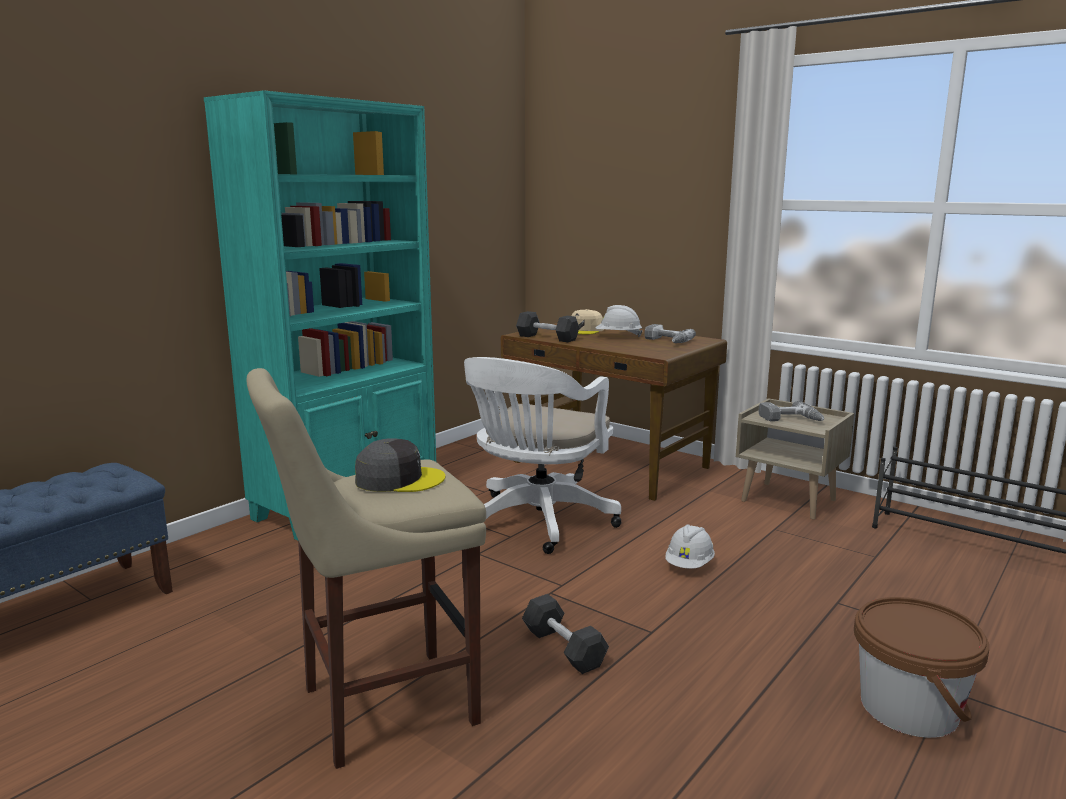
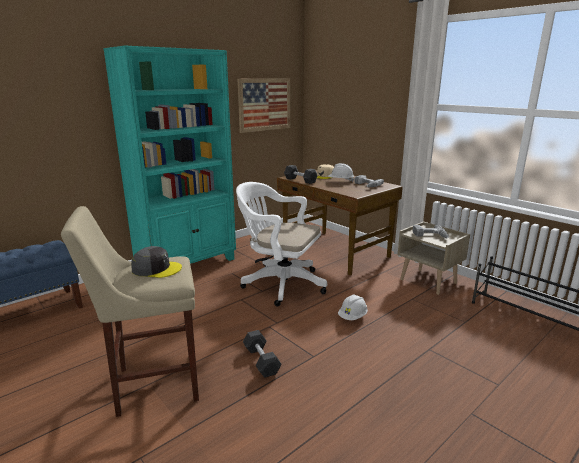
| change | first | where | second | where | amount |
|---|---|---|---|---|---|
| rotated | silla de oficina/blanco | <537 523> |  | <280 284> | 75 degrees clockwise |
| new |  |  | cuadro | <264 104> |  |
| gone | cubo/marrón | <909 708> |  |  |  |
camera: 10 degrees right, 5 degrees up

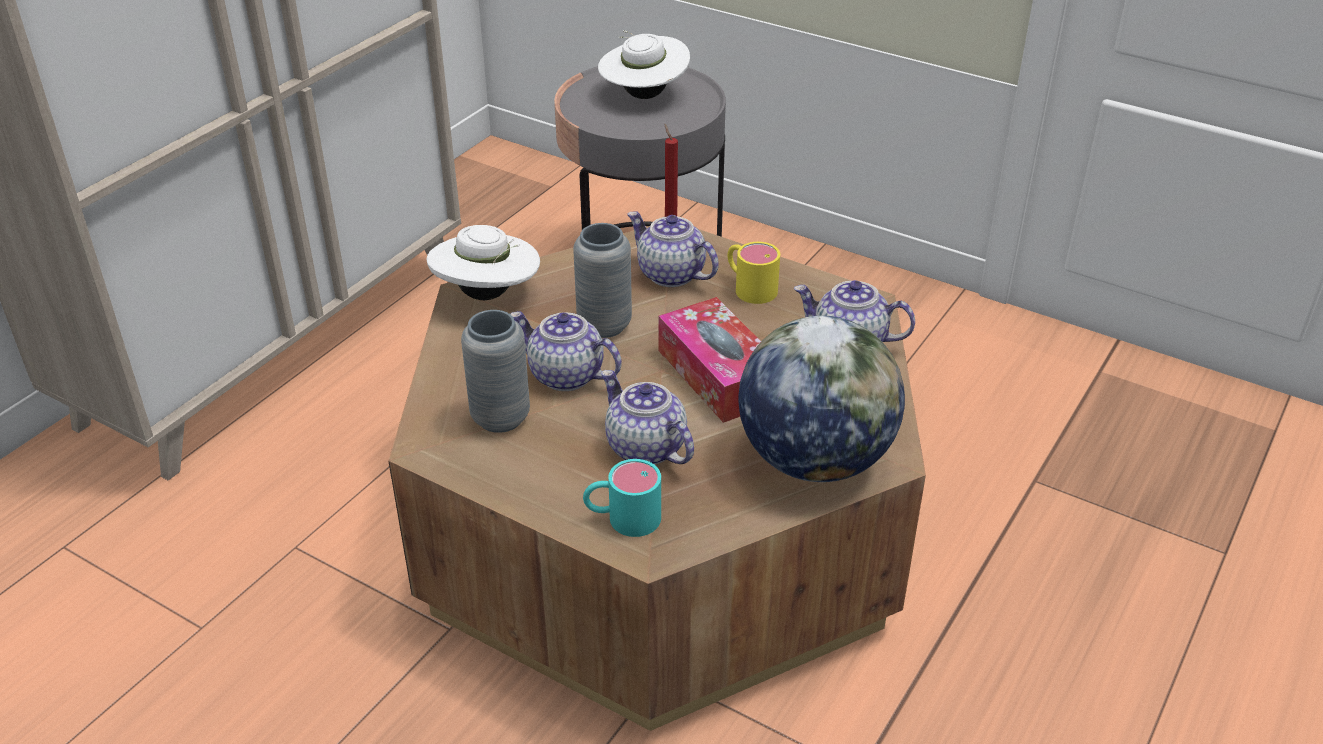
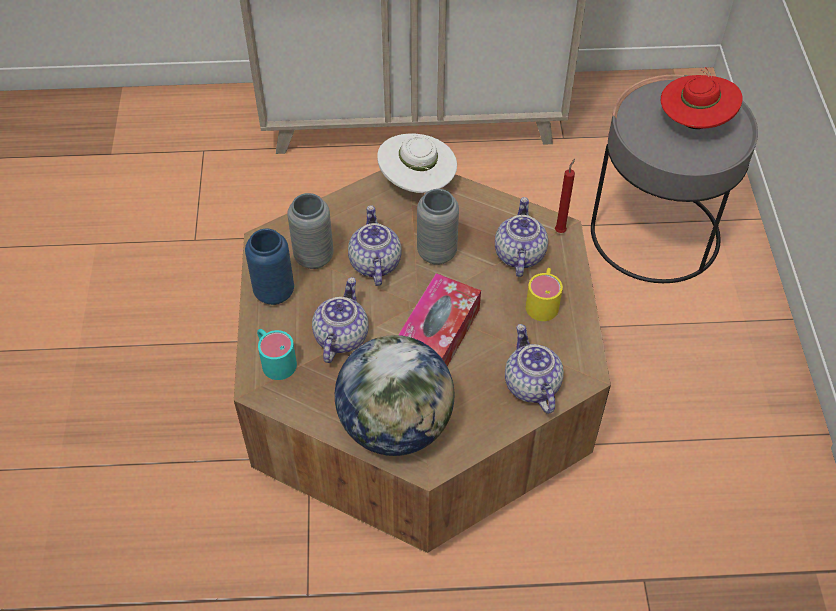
| change | first | where | second | where | amount |
|---|---|---|---|---|---|
| new |  |  | florero/azul | <274 292> |  |
| repainted | sombrero/blanco | <643 95> | sombrero/rojo | <694 122> |  |
camera: 55 degrees right, 15 degrees up

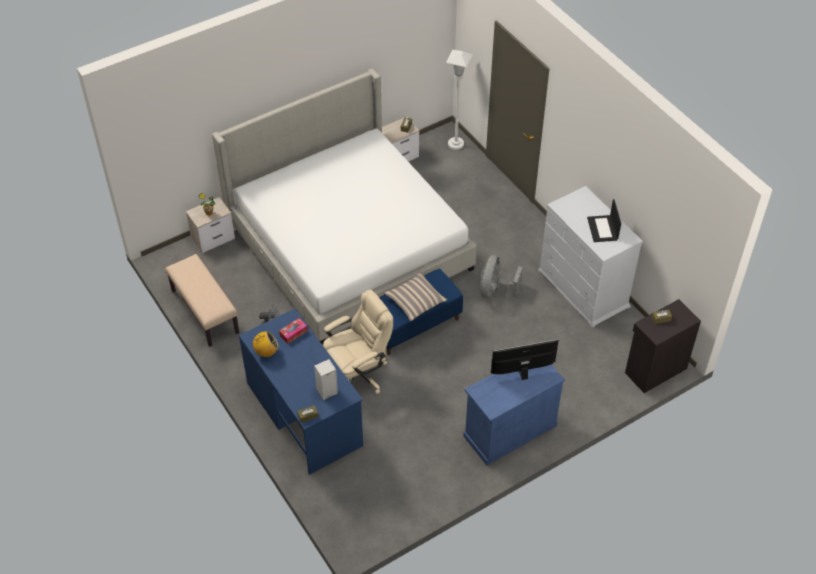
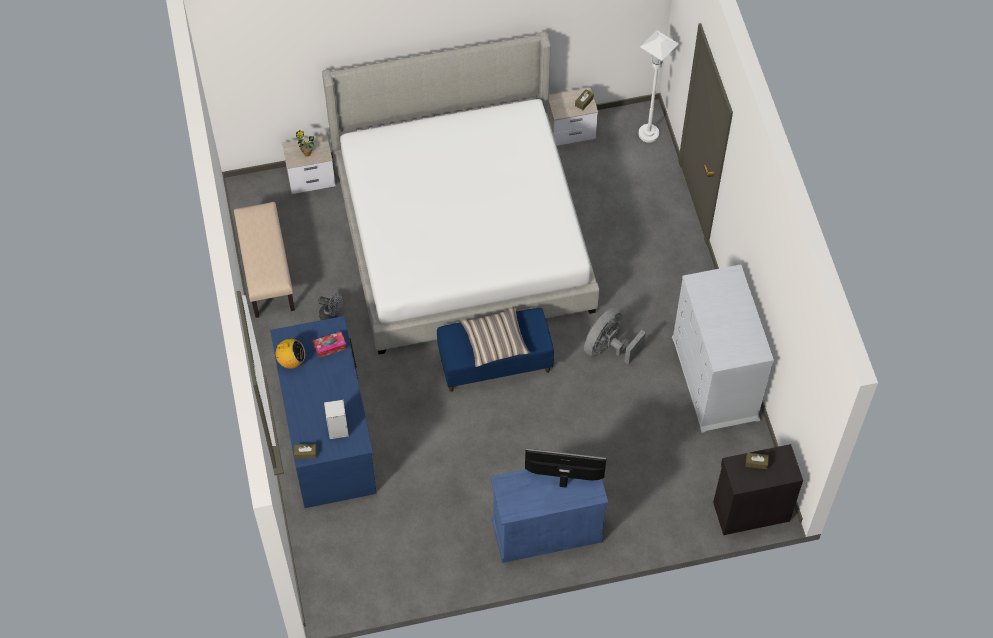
| change | first | where | second | where | amount |
|---|---|---|---|---|---|
| gone | silla de oficina/beis | <358 373> |  |  |  |
| gone | portátil | <603 229> |  |  |  |
camera: 20 degrees right, 10 degrees up

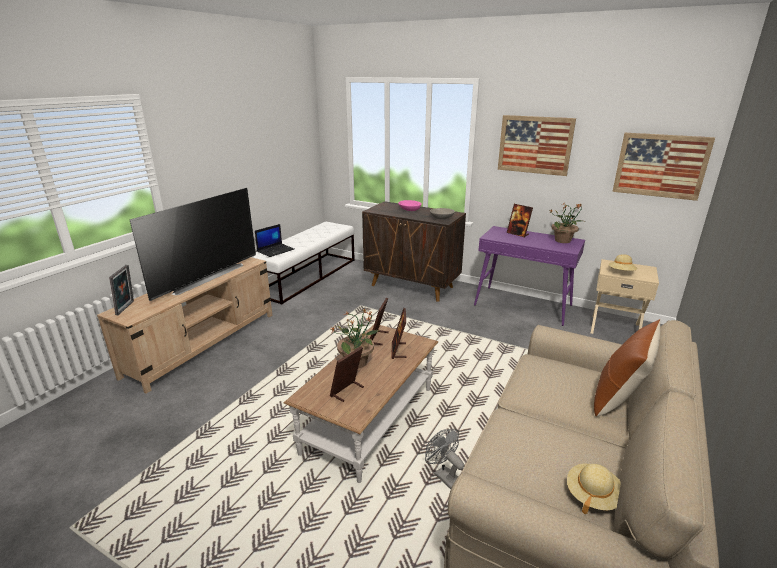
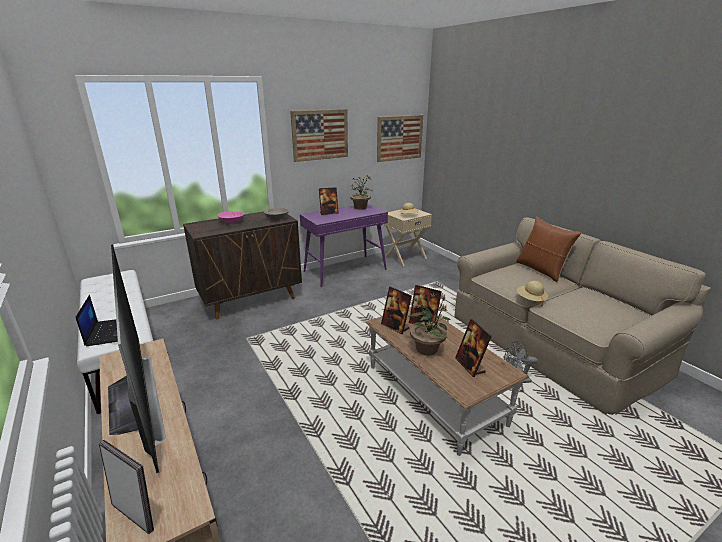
| change | first | where | second | where | amount |
|---|---|---|---|---|---|
| shifted | sombrero/beis | <592 495> |  | <530 299> |  |
camera: 60 degrees left, 0 degrees up

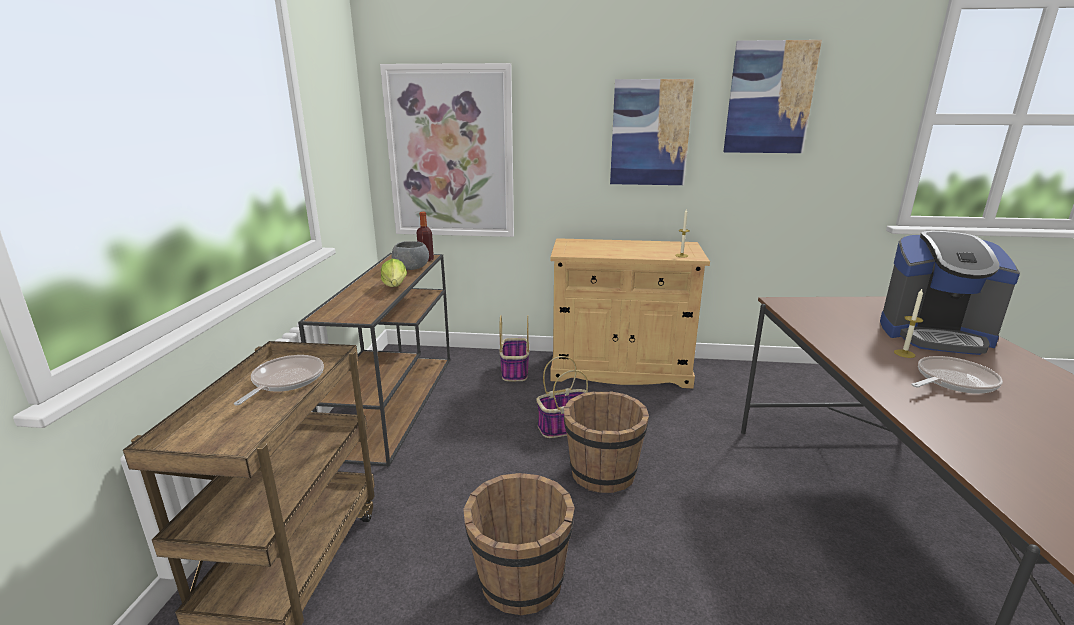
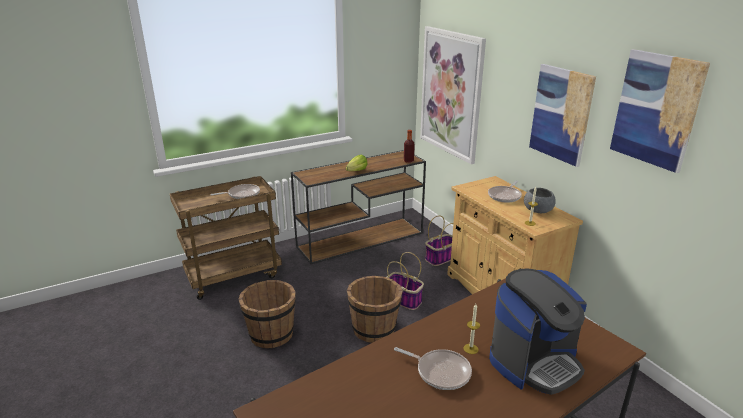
| change | first | where | second | where | amount |
|---|---|---|---|---|---|
| new |  |  | sartén | <505 196> |  |
| rotated | cafetera | <934 335> |  | <534 362> | 105 degrees counterclockwise |
| shifted | cuenco/gris | <411 268> |  | <538 211> |  |
camera: 55 degrees right, 5 degrees up

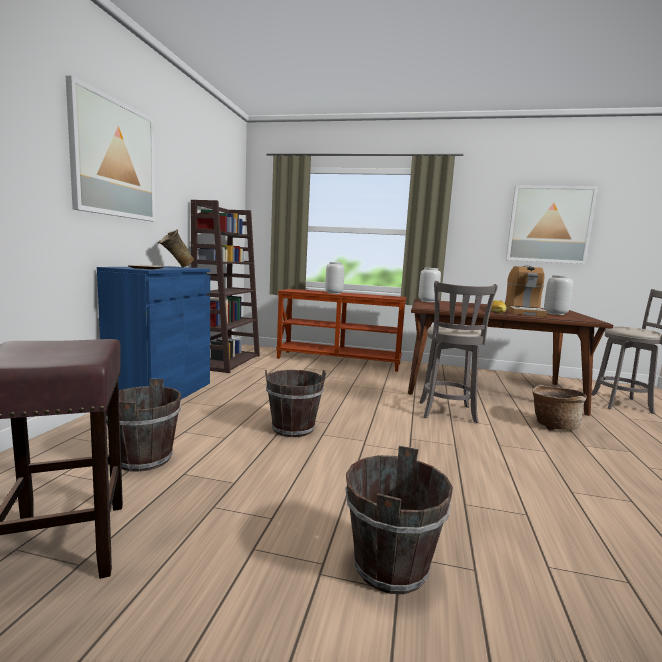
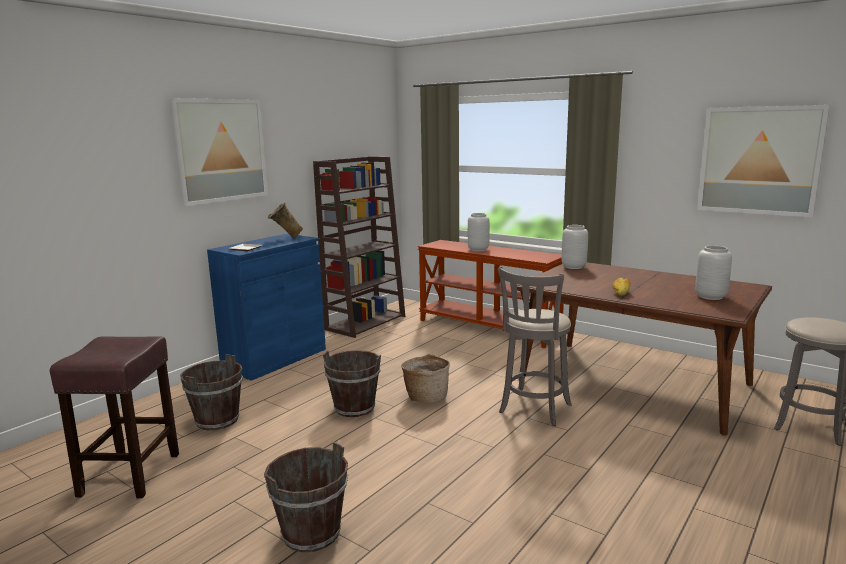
| change | first | where | second | where | amount |
|---|---|---|---|---|---|
| shifted | cesta | <553 425> |  | <426 397> |  |
| gone | cafetera | <523 312> |  |  |  |
camera: 25 degrees right, 5 degrees up

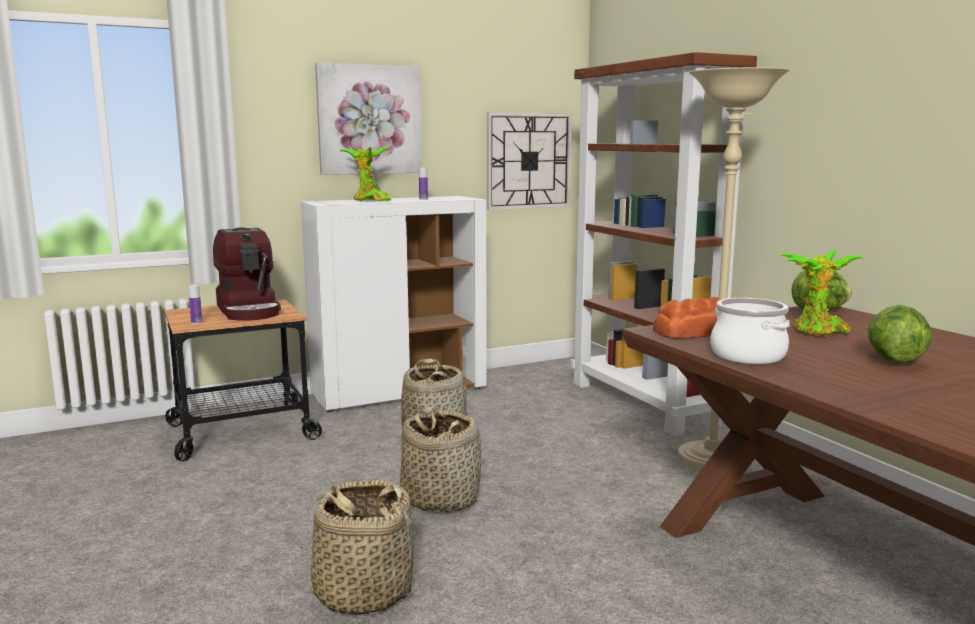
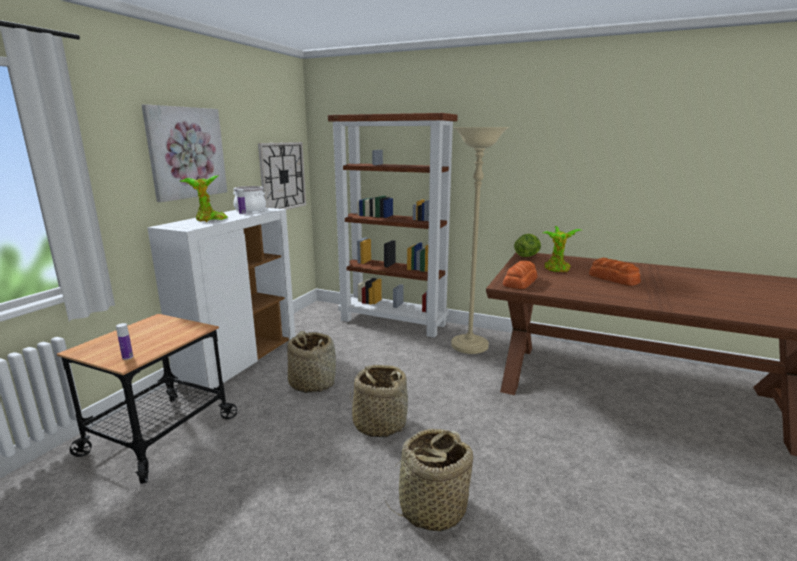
| change | first | where | second | where | amount |
|---|---|---|---|---|---|
| shifted | olla | <748 355> |  | <250 209> |  |
| swapped | lechuga | <893 360> | pan | <614 279> |  |
| gone | cafetera | <249 310> |  |  |  |
camera: 40 degrees left, 5 degrees up

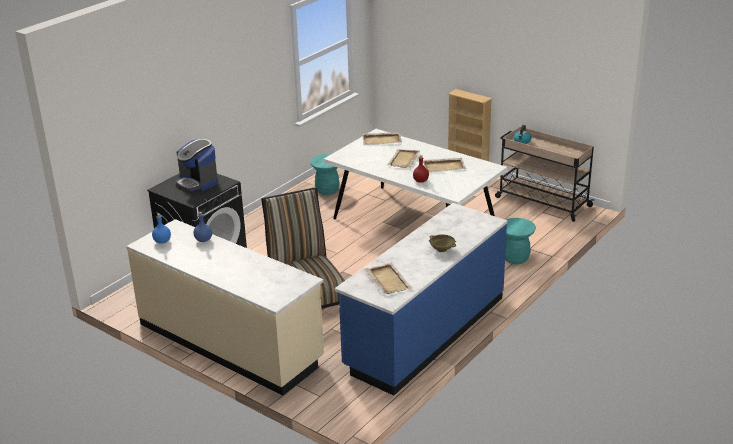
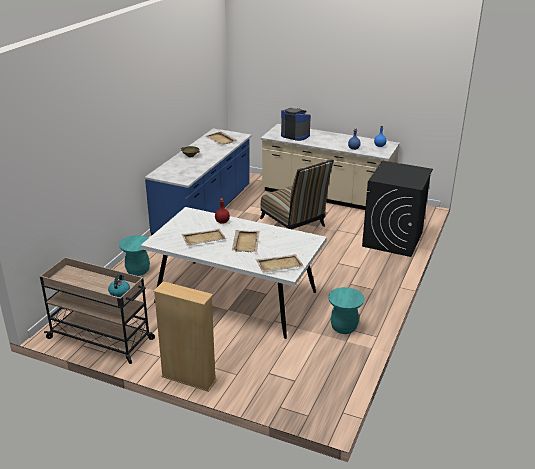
| change | first | where | second | where | amount |
|---|---|---|---|---|---|
| shifted | cafetera | <197 182> |  | <295 135> |  |
camera: 165 degrees right, 0 degrees up

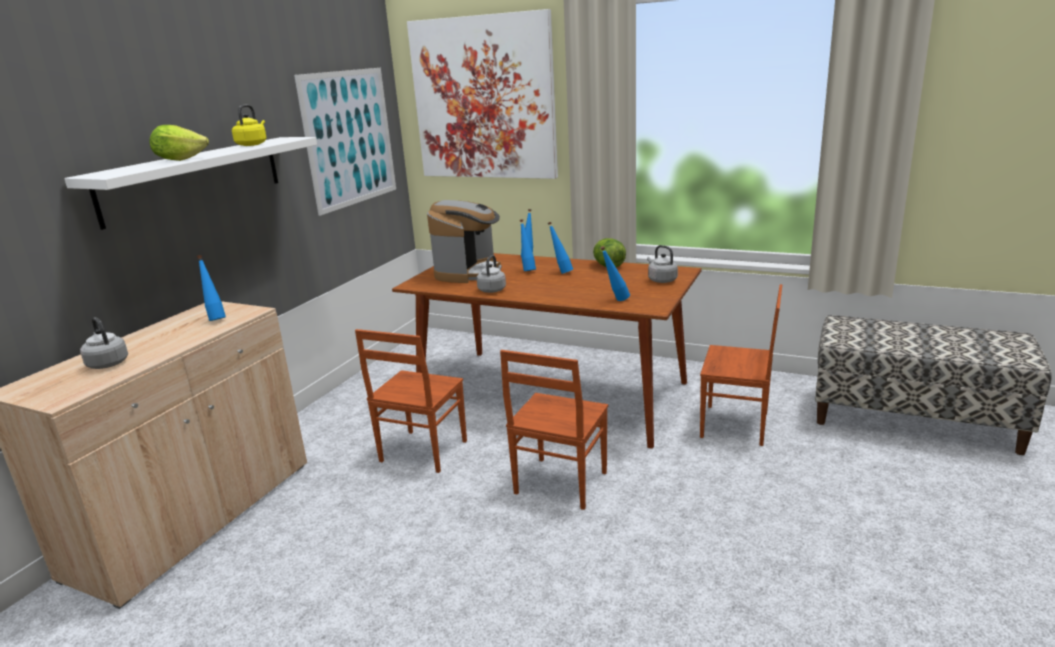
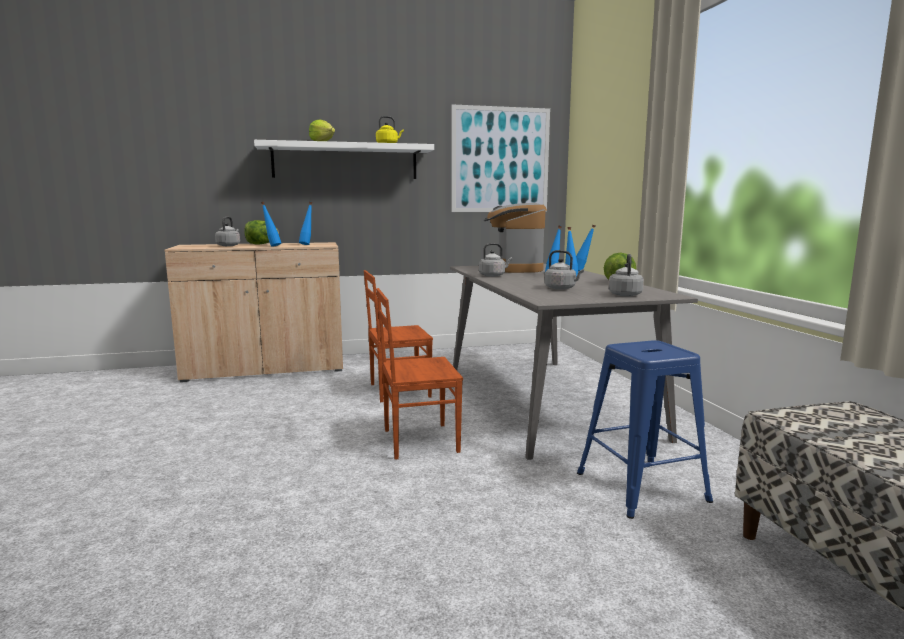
| change | first | where | second | where | amount |
|---|---|---|---|---|---|
| new |  |  | lechuga | <261 244> |  |
| shifted | botella/azul | <615 300> |  | <272 246> |  |
| repainted | mesa de comedor/marrón | <554 394> | mesa de comedor/gris | <546 401> |  |
| rotated | cafetera | <468 272> |  | <515 269> | 105 degrees clockwise |
| new |  |  | hervidor/gris | <561 288> |  |
| swapped | silla/marrón | <735 425> | taburete/azul | <641 487> |  |
| gone | cuadro | <484 99> |  |  |  |
camera: 50 degrees right, 10 degrees down

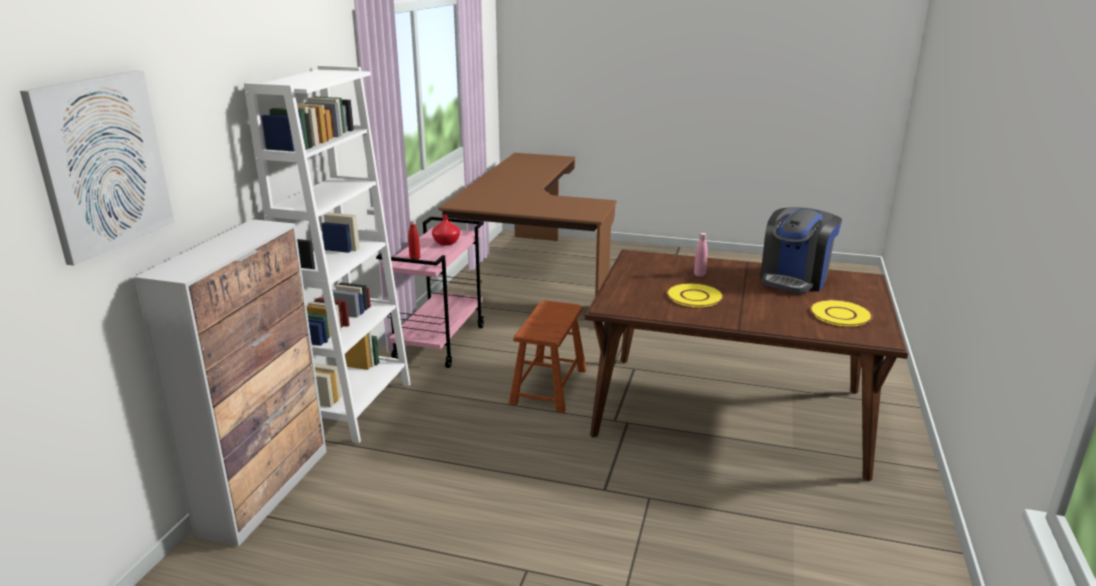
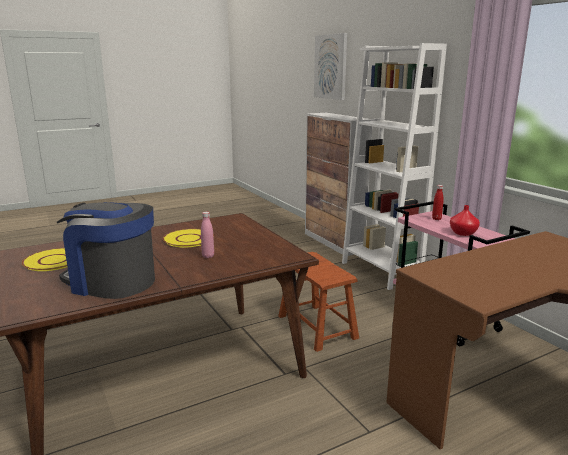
| change | first | where | second | where | amount |
|---|---|---|---|---|---|
| rotated | cafetera | <794 279> |  | <111 282> | 60 degrees counterclockwise |
camera: 135 degrees right, 5 degrees down

